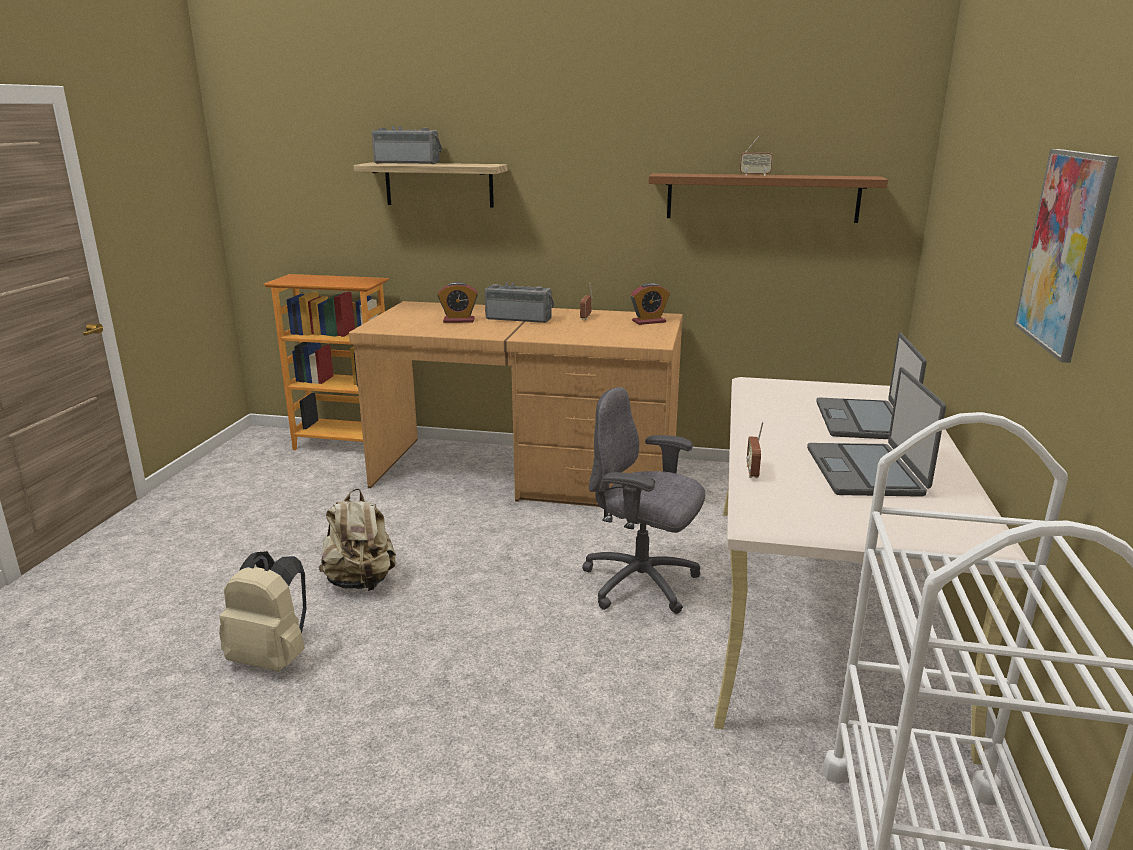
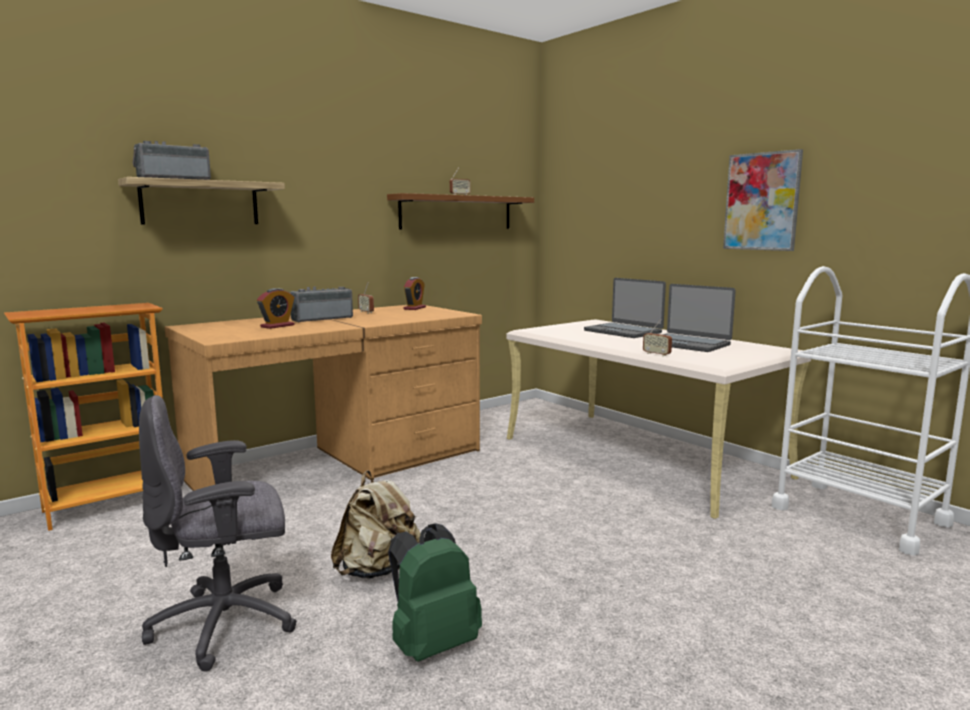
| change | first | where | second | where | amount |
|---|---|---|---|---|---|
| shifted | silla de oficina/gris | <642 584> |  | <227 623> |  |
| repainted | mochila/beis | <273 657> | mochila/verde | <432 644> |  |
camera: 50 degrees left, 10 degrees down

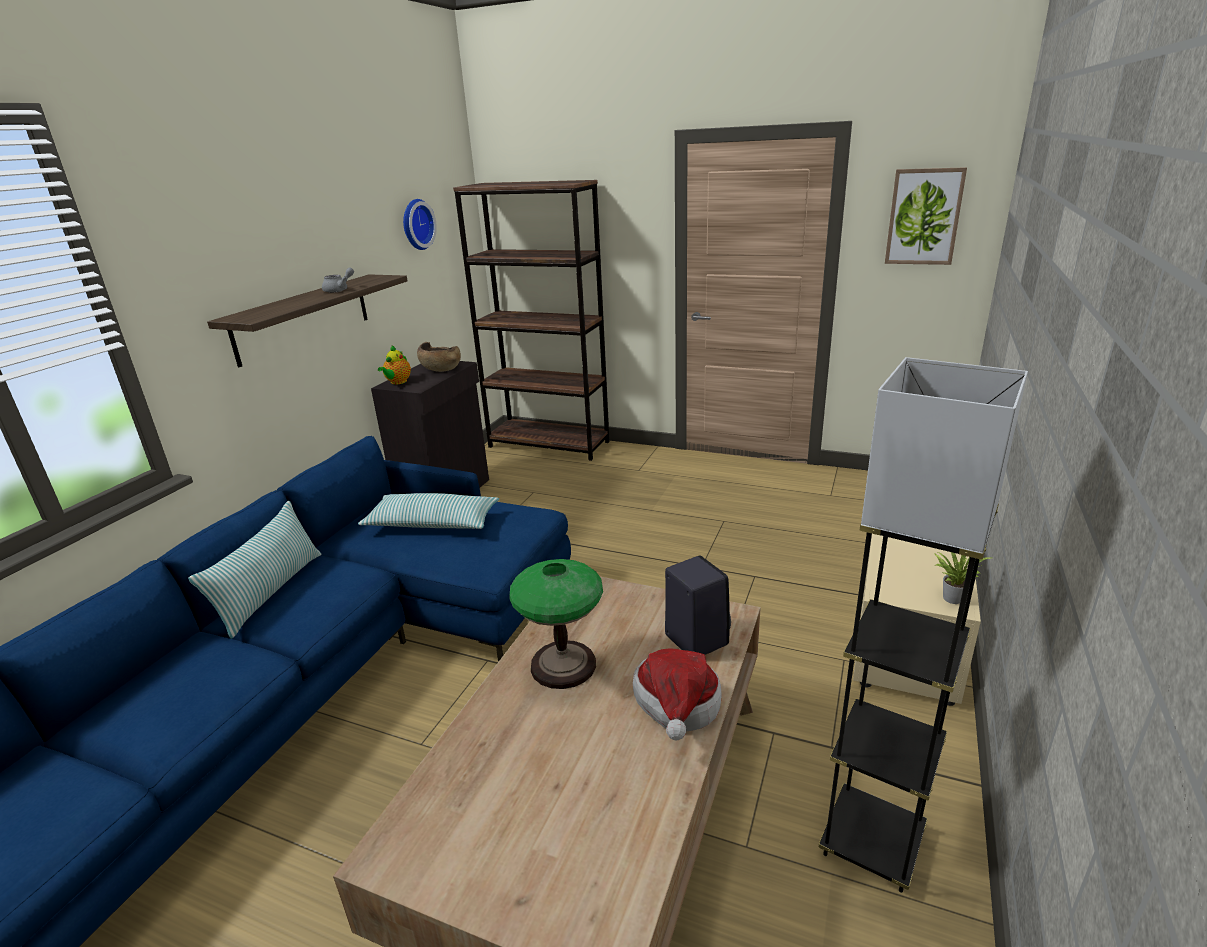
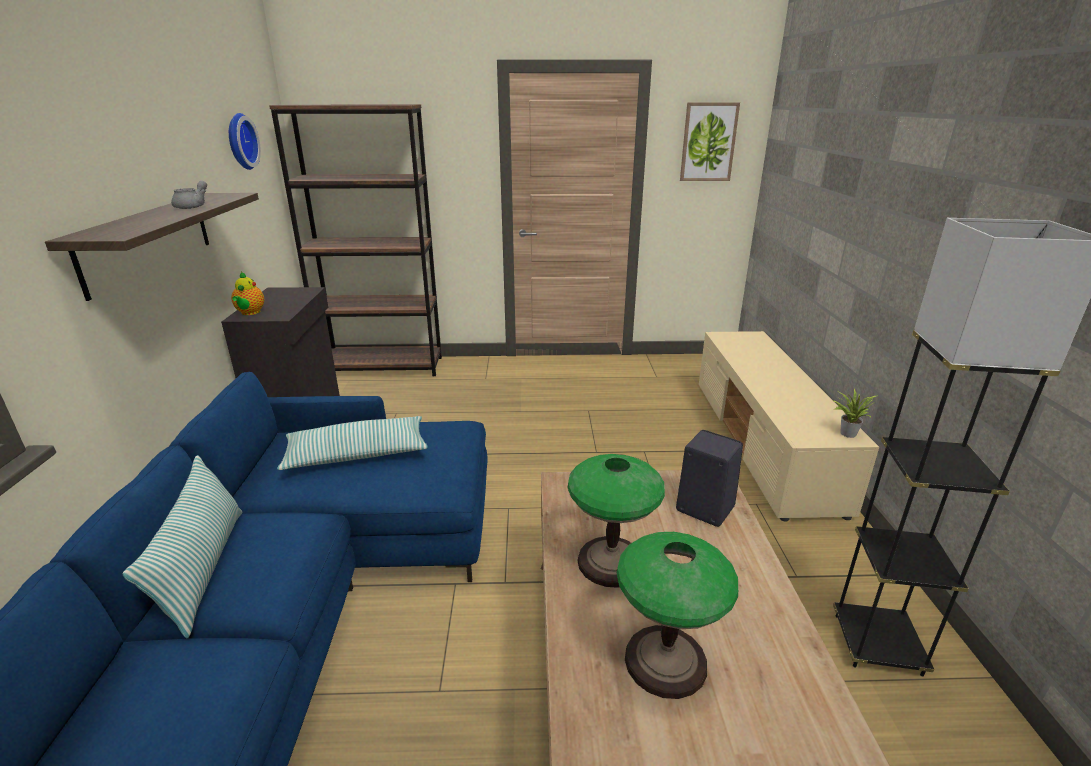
| change | first | where | second | where | amount |
|---|---|---|---|---|---|
| new |  |  | lámpara de mesa | <665 660> |  |
| gone | cuenco/marrón | <440 368> |  |  |  |
| gone | sombrero | <677 707> |  |  |  |
camera: 25 degrees left, 0 degrees up

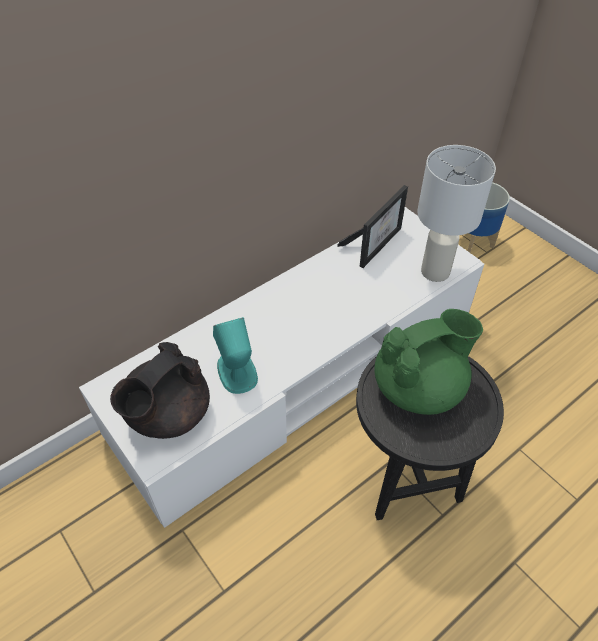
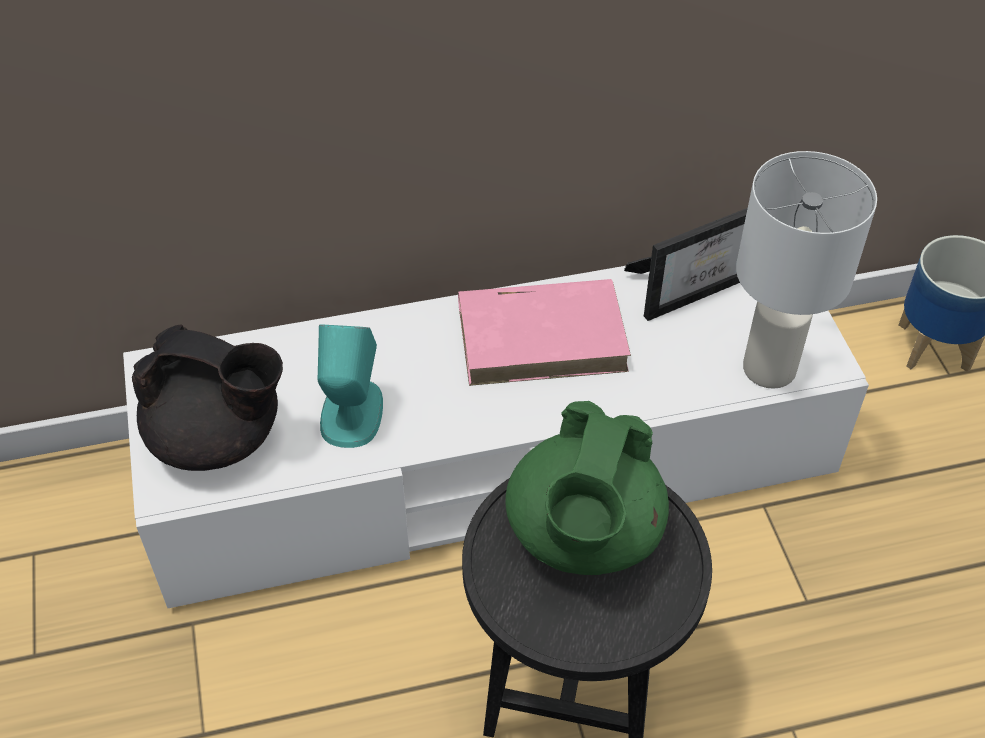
| change | first | where | second | where | amount |
|---|---|---|---|---|---|
| rotated | tetera/negro | <167 415> |  | <218 438> | 135 degrees counterclockwise |
| new |  |  | libro/rosa | <543 336> |  |
| rotated | tetera/verde | <419 388> |  | <583 535> | 105 degrees clockwise |
camera: 25 degrees right, 0 degrees up

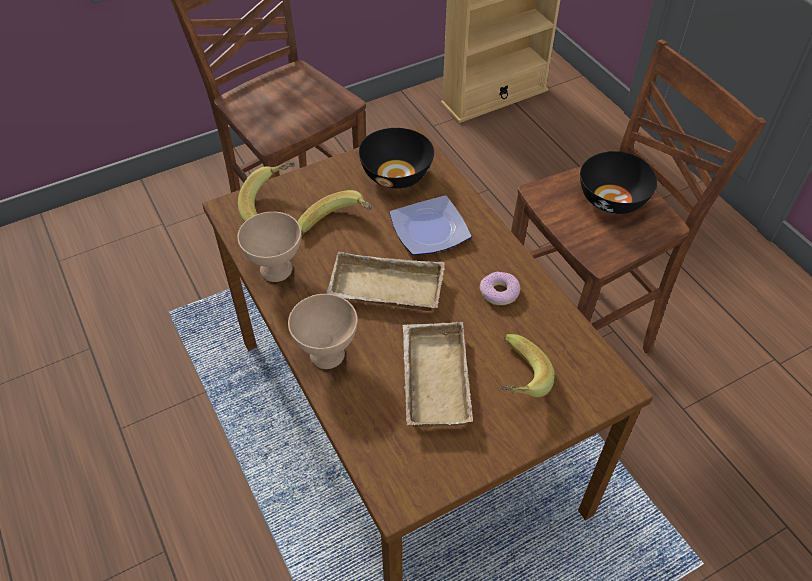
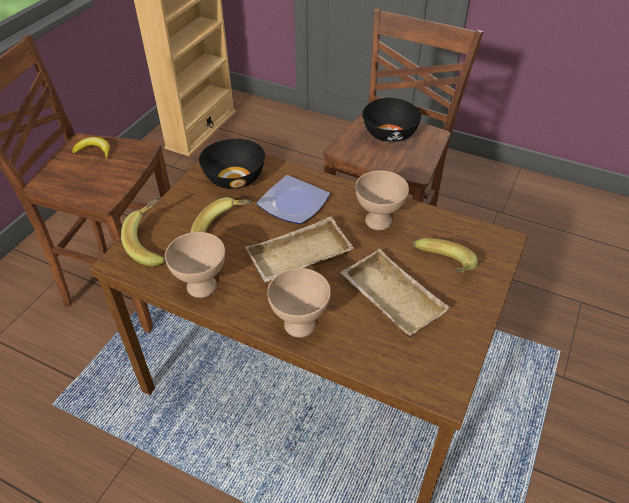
| change | first | where | second | where | amount |
|---|---|---|---|---|---|
| new |  |  | plátano | <94 151> |  |
| swapped | rosquilla | <499 293> | cuenco/beis | <379 221> |  |
camera: 35 degrees left, 5 degrees down

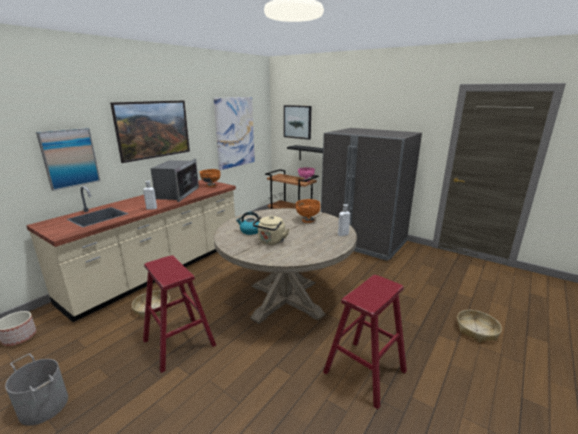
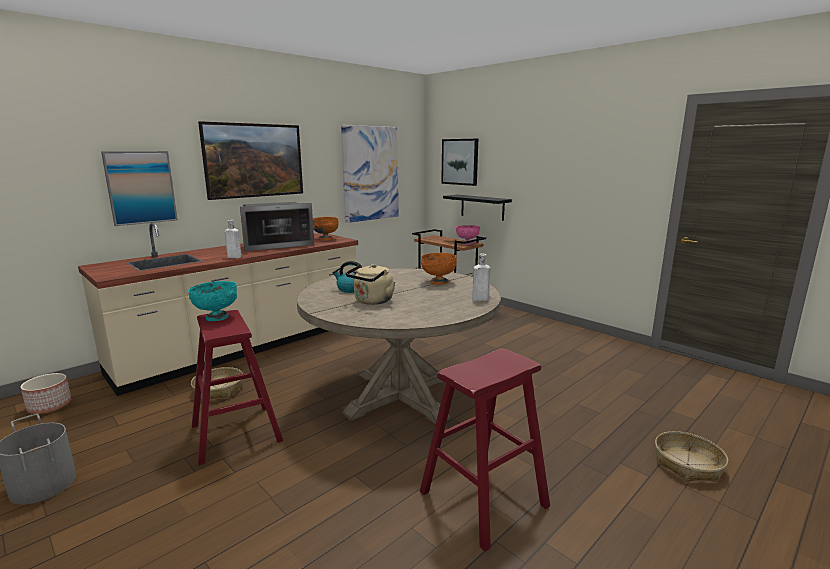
| change | first | where | second | where | amount |
|---|---|---|---|---|---|
| new |  |  | cuenco/turquesa | <217 317> |  |
| rotated | microondas | <177 193> |  | <276 245> | 45 degrees clockwise |
| gone | nevera/gris | <363 242> |  |  |  |
camera: 10 degrees right, 5 degrees down

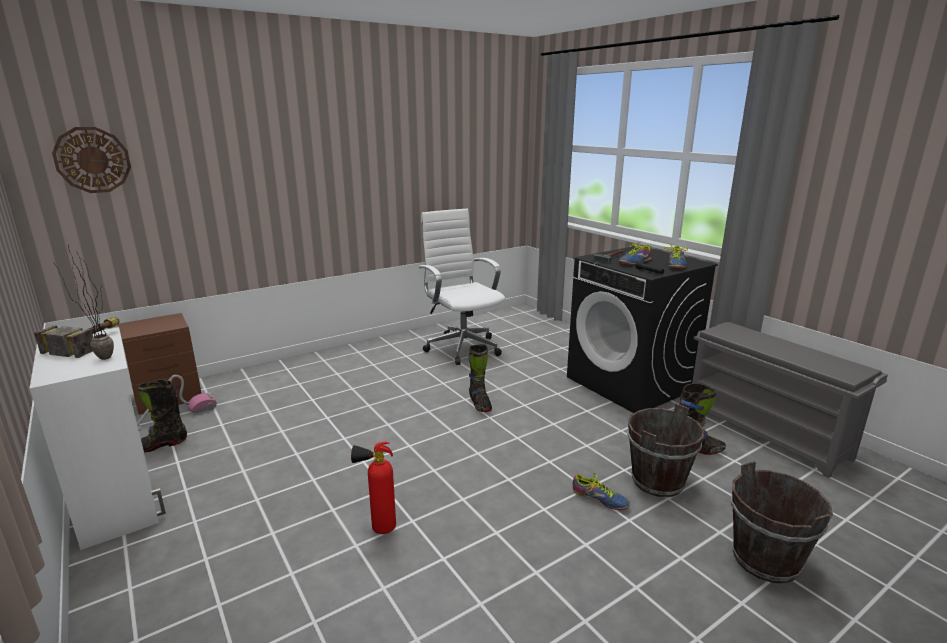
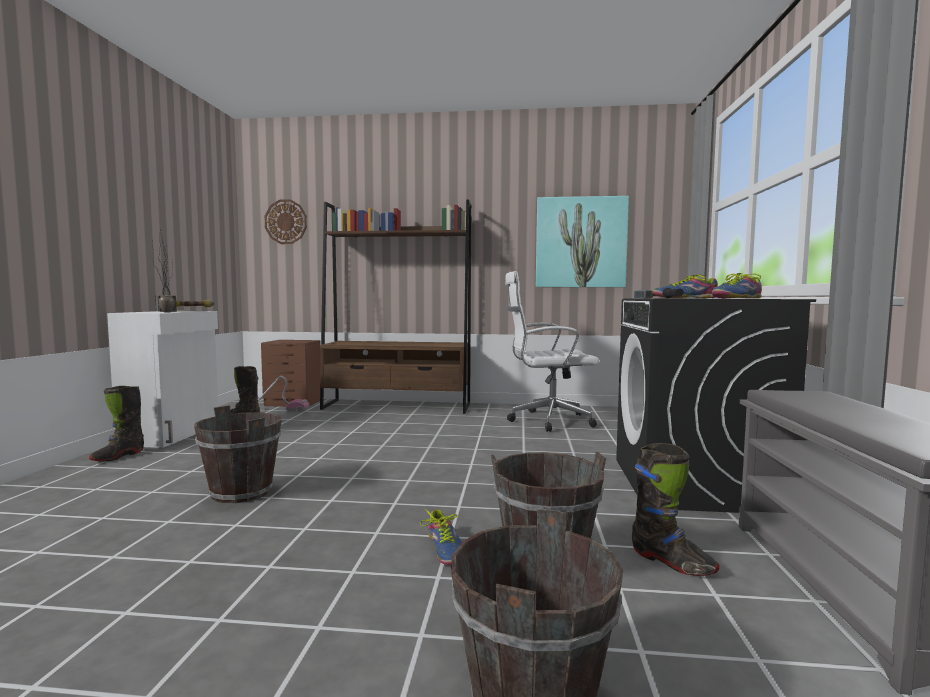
| change | first | where | second | where | amount |
|---|---|---|---|---|---|
| shifted | bota/negro | <479 404> |  | <118 456> |  |
| swapped | extintor | <378 528> | cubo/marrón | <242 492> |  |
| new |  |  | estantería/marrón | <397 406> |  |
| rotated | silla de oficina/blanco | <461 347> |  | <547 421> | 105 degrees counterclockwise |
| new |  |  | cuadro | <580 242> |  |
camera: 40 degrees right, 15 degrees down

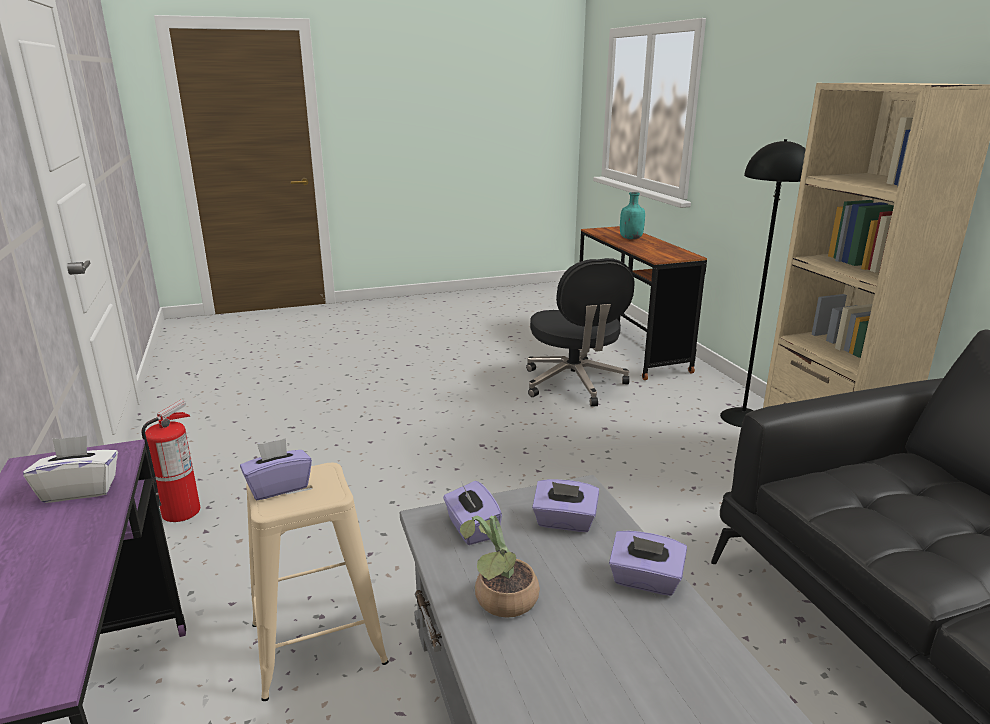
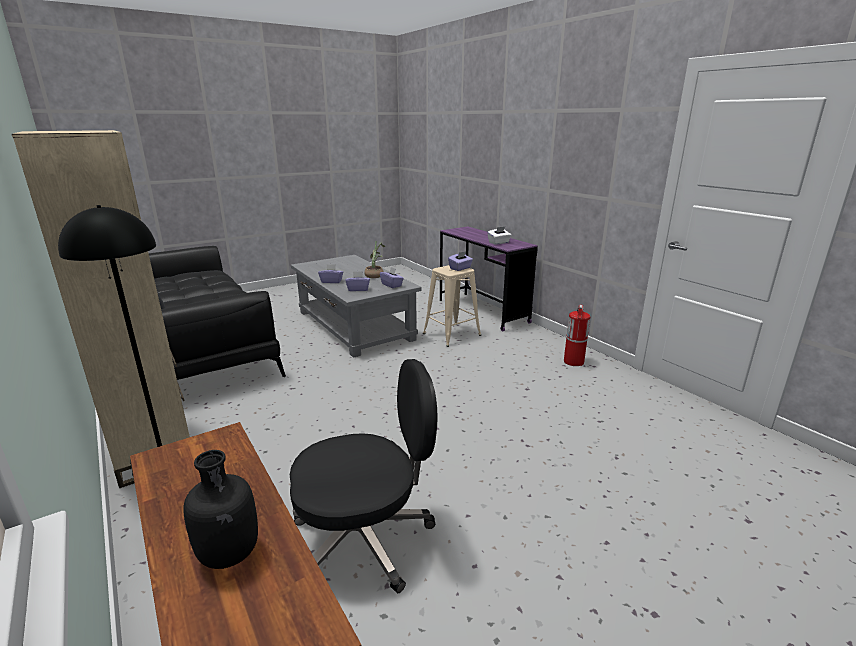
| change | first | where | second | where | amount |
|---|---|---|---|---|---|
| repainted | botella/turquesa | <630 238> | botella/negro | <229 554> |  |
| rotated | silla de oficina/negro | <574 384> |  | <365 538> | 105 degrees clockwise |
camera: 165 degrees right, 0 degrees up

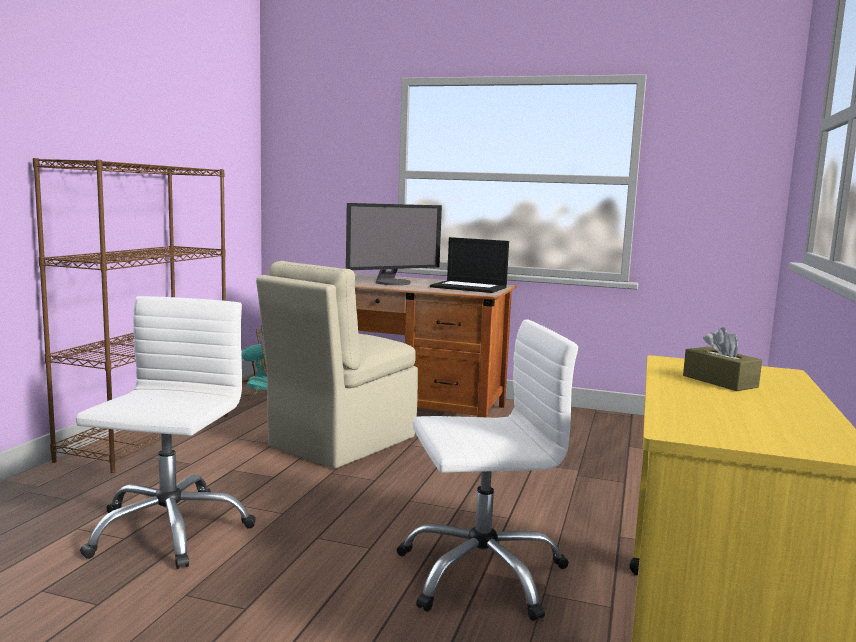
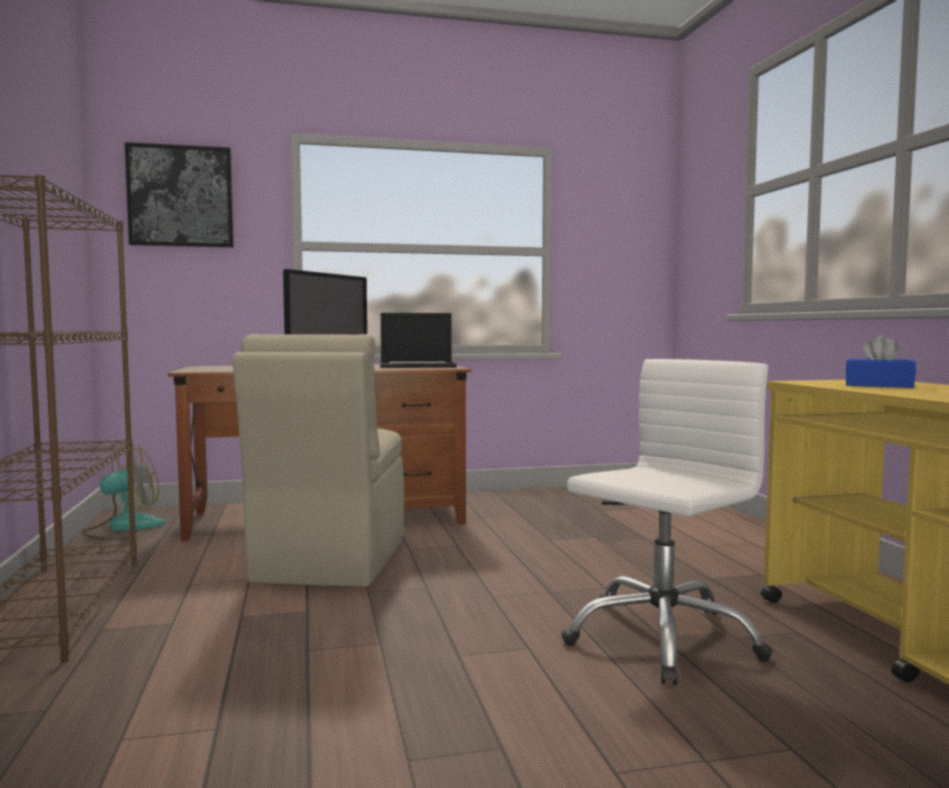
| change | first | where | second | where | amount |
|---|---|---|---|---|---|
| new |  |  | cuadro | <181 196> |  |
| repainted | caja de pañuelos/marrón | <719 381> | caja de pañuelos/azul | <879 385> |  |
| gone | silla de oficina/blanco | <168 529> |  |  |  |
camera: 30 degrees left, 5 degrees down

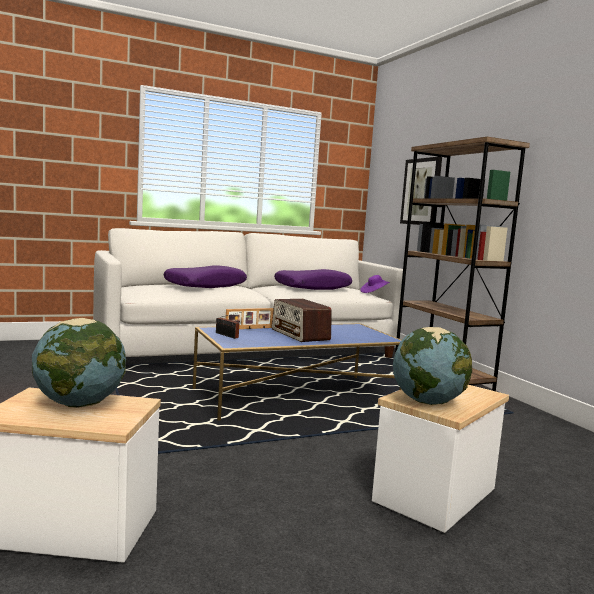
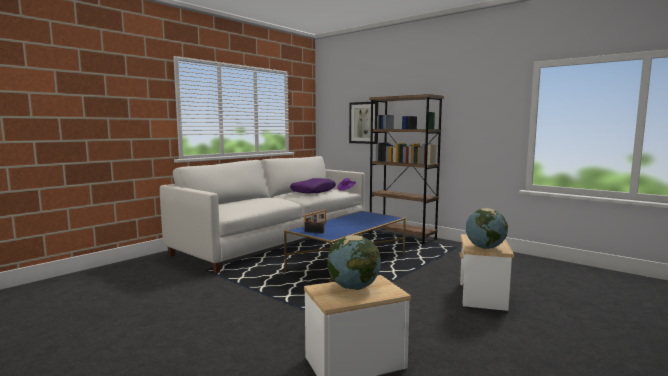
| change | first | where | second | where | amount |
|---|---|---|---|---|---|
| gone | cojín/morado | <205 286> |  |  |  |
| gone | radio | <300 335> |  |  |  |
camera: 25 degrees left, 0 degrees up

